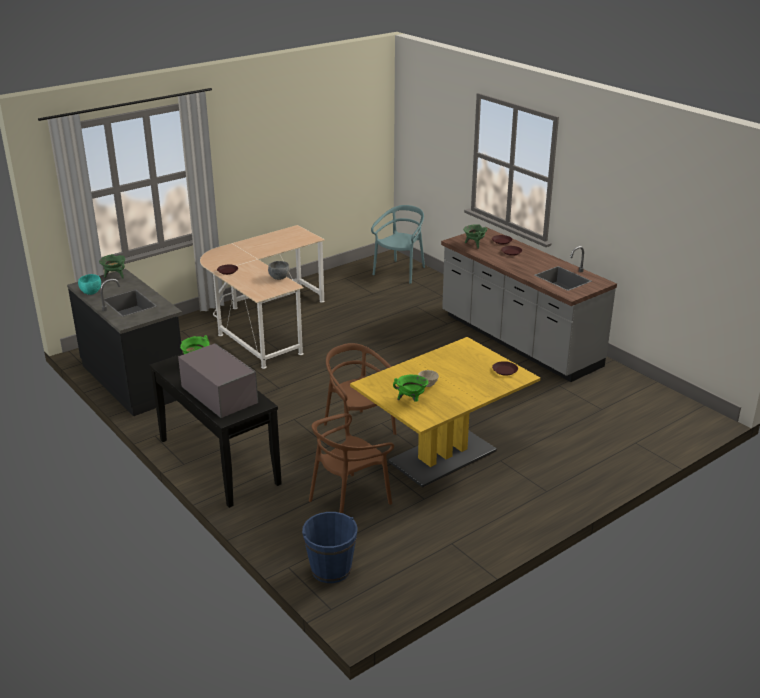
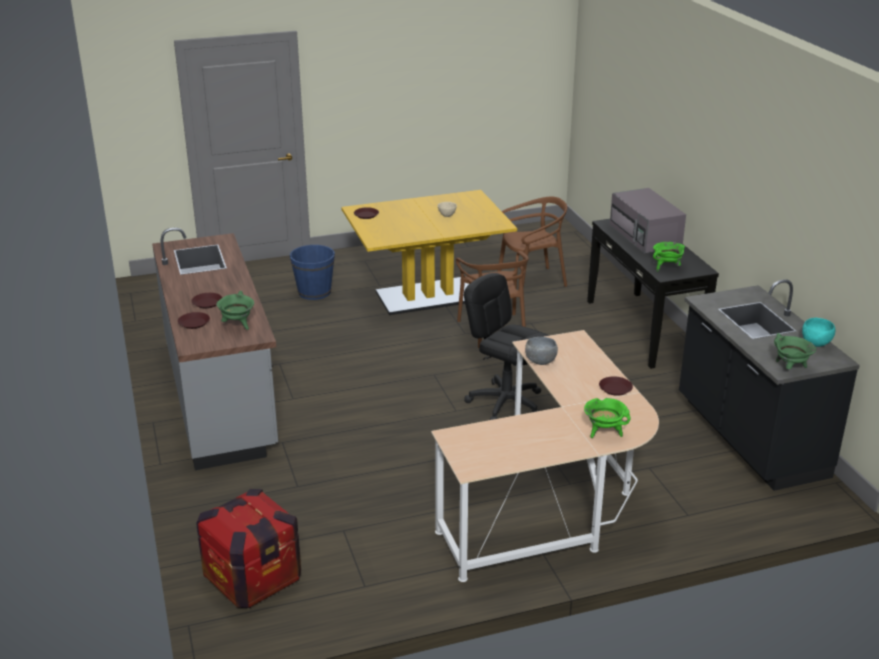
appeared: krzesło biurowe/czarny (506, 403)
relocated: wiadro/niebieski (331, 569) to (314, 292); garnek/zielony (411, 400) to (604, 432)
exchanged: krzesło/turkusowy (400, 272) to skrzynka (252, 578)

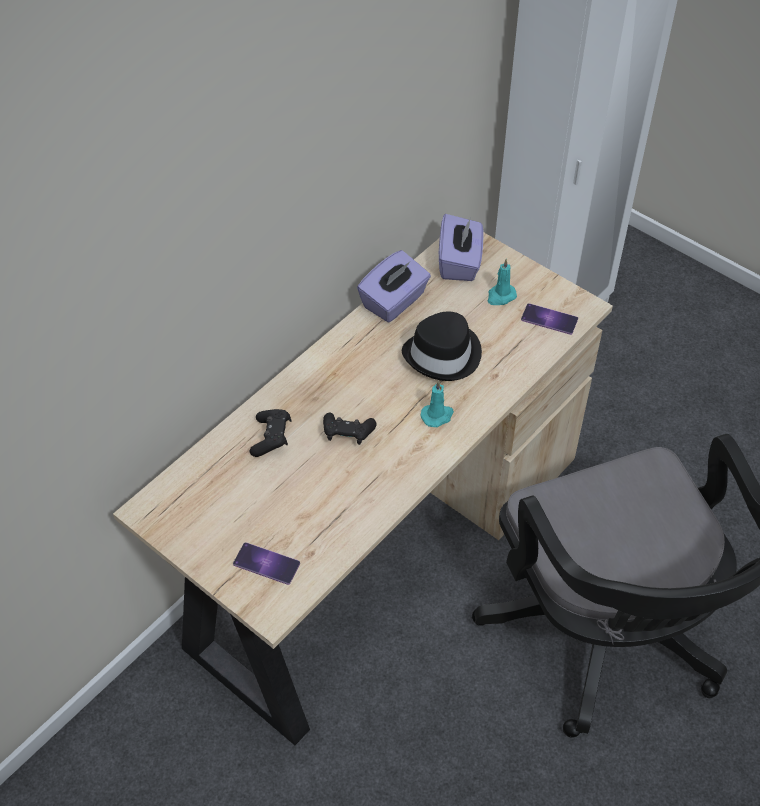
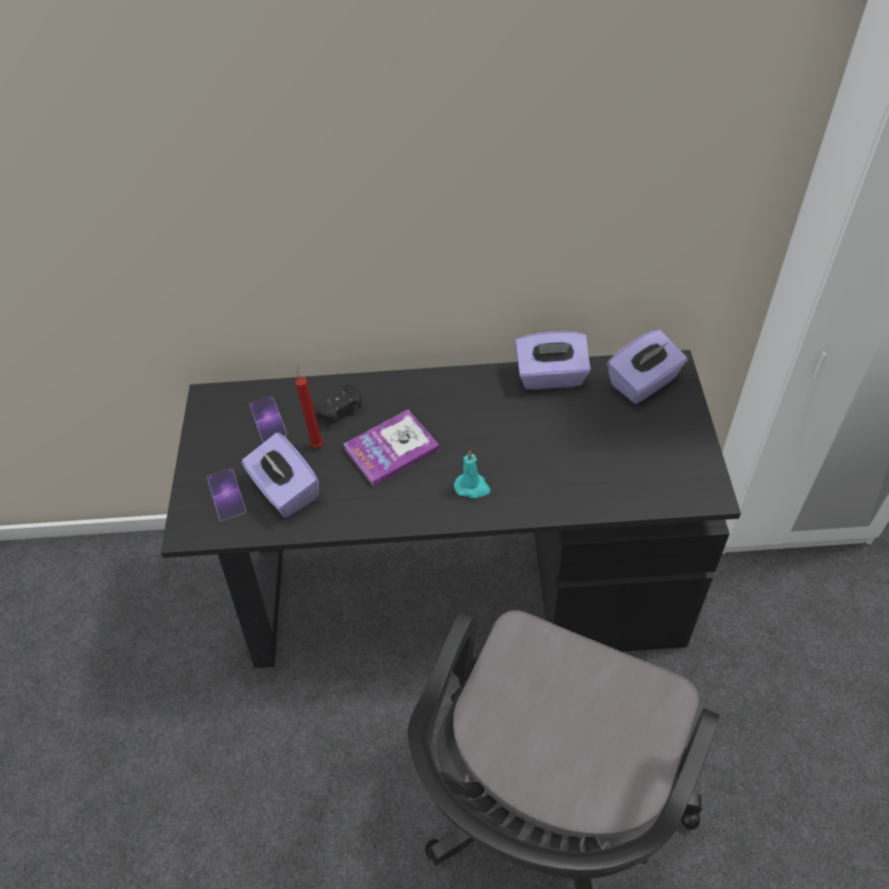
missing: kapelusz/czarny (444, 355); świeca/turkusowy (500, 296)
appeared: pudełko chusteczek/fioletowy (285, 490); świeca/czerwony (317, 444)
relocated: telefon (549, 319) to (268, 420)
exchanged: pad do gier/czarny (347, 434) to książka (391, 449)
colour: biurko/beżowy (378, 551) to biurko/czarny (455, 587)

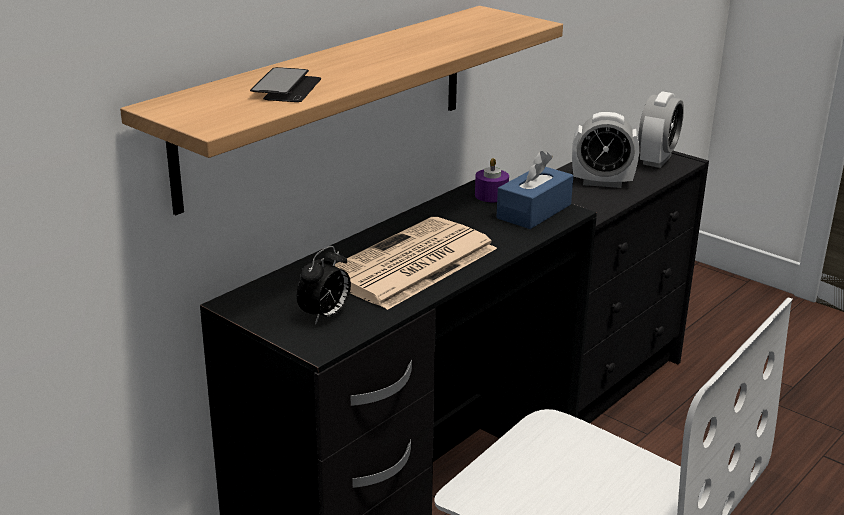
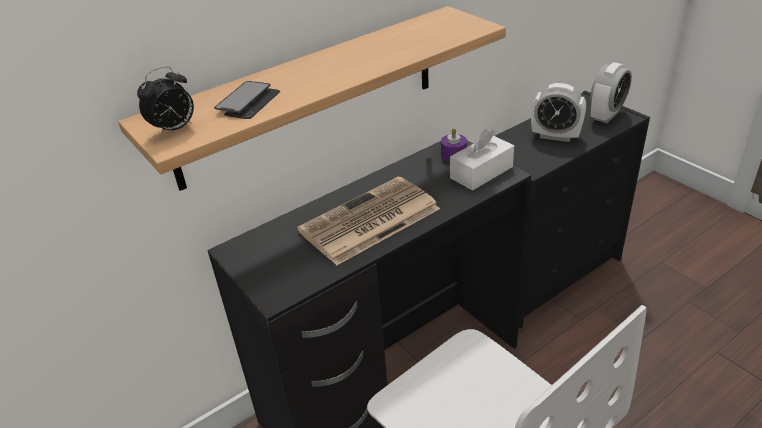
relocated: budzik (325, 316) to (174, 129)
colour: pudełko chusteczek/niebieski (534, 211) to pudełko chusteczek/biały (481, 172)

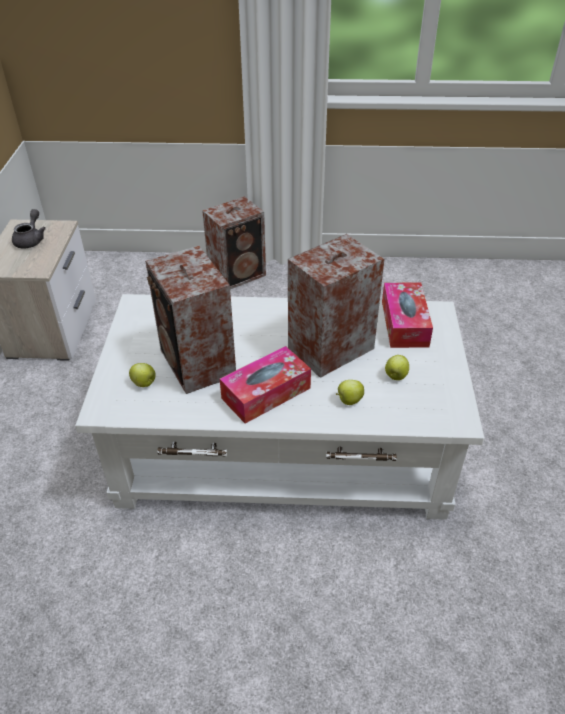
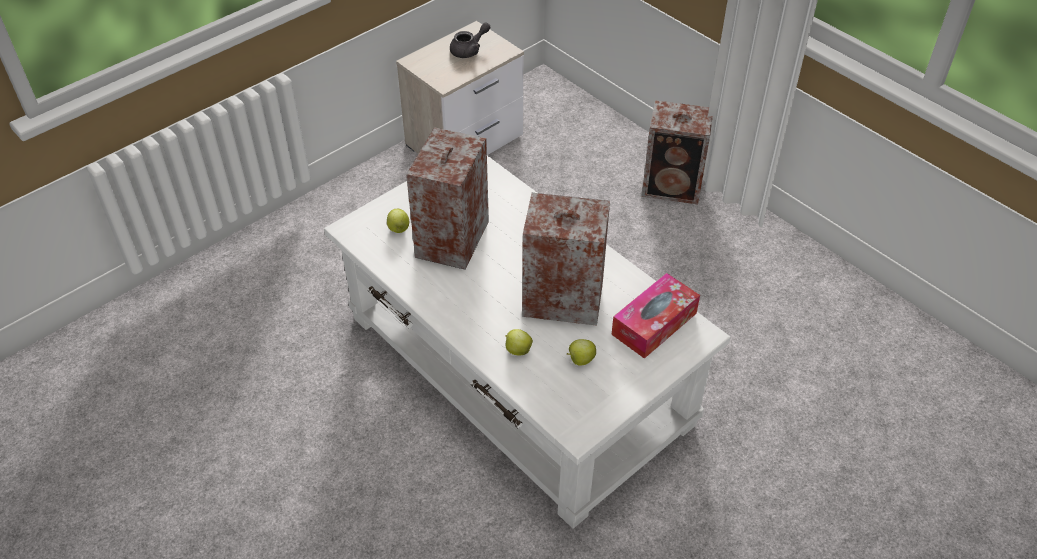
missing: pudełko chusteczek (266, 393)

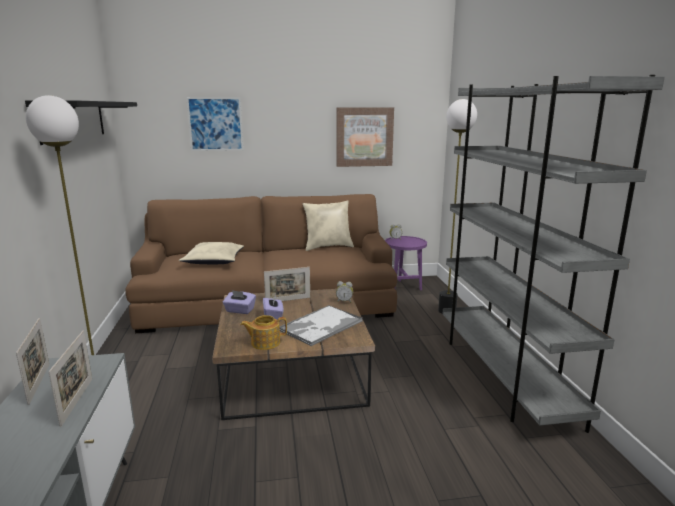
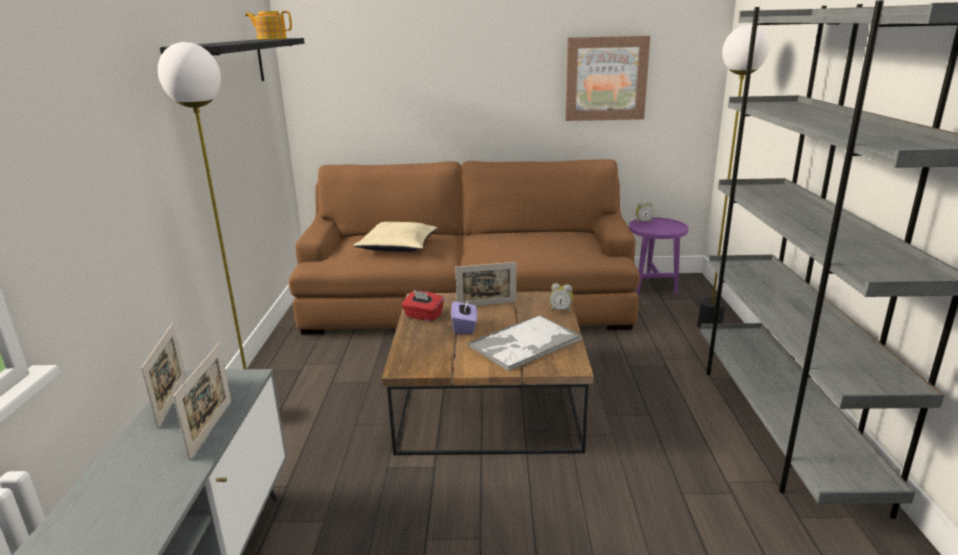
missing: obraz (215, 124); poduszka/beżowy (328, 247)
relocated: imbryk (265, 343) to (271, 39)
colour: pudełko chusteczek/fioletowy (239, 310) to pudełko chusteczek/czerwony (423, 316)

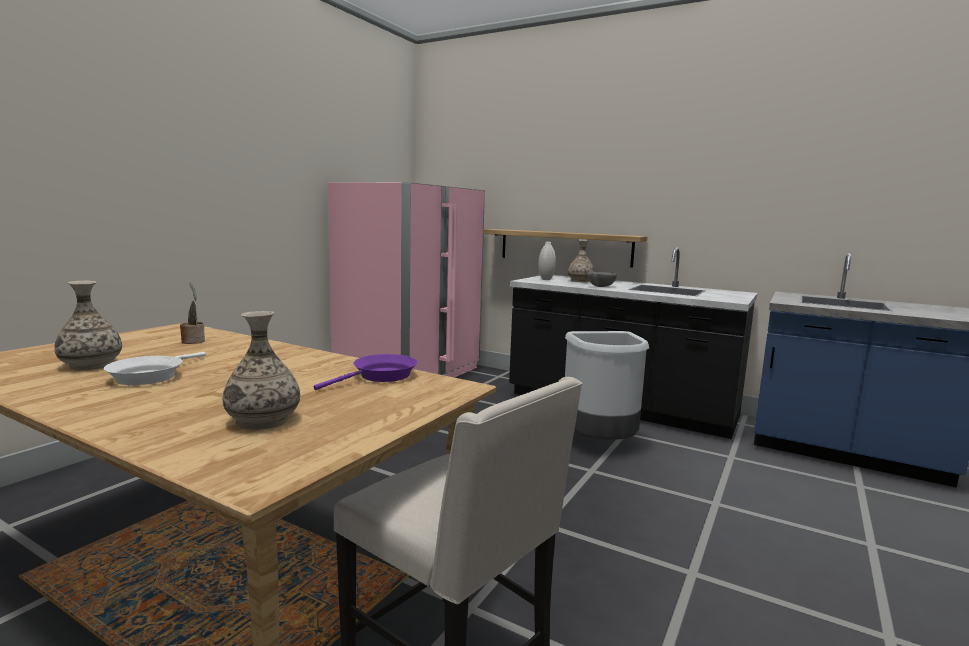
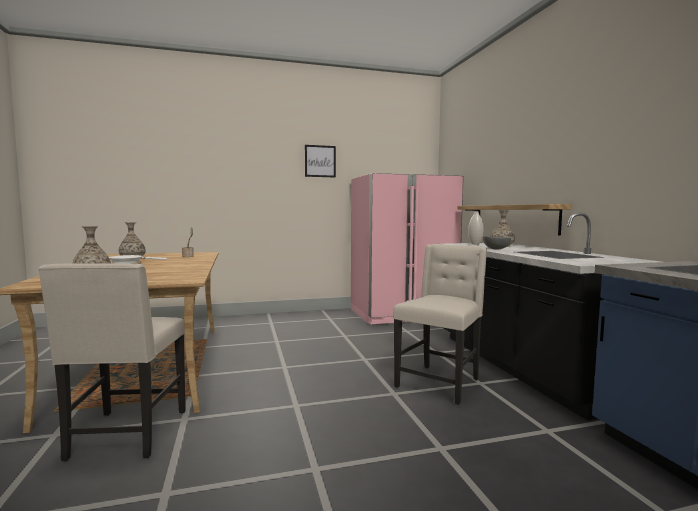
missing: patelnia/fioletowy (380, 376)
appeared: obraz (320, 161)
exchanged: kosz na śmieci/szary (600, 444) to krzesło/beżowy (439, 383)

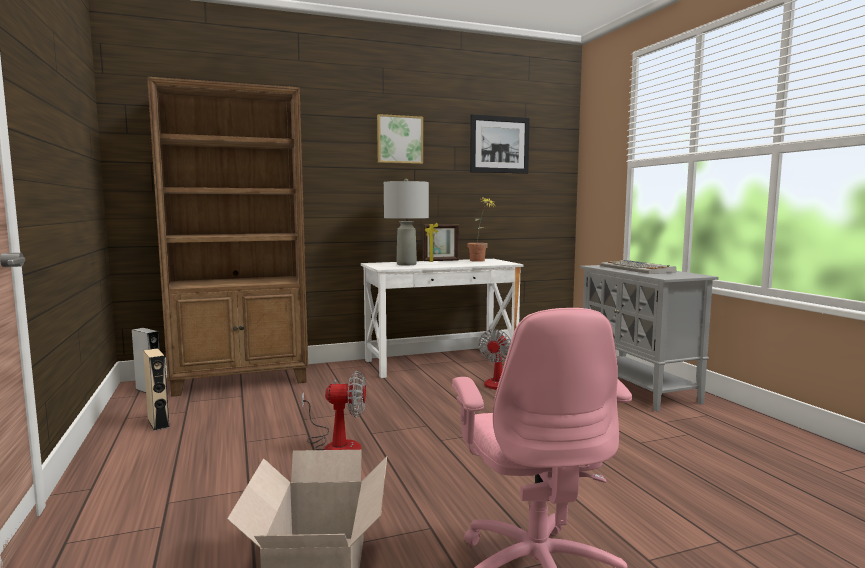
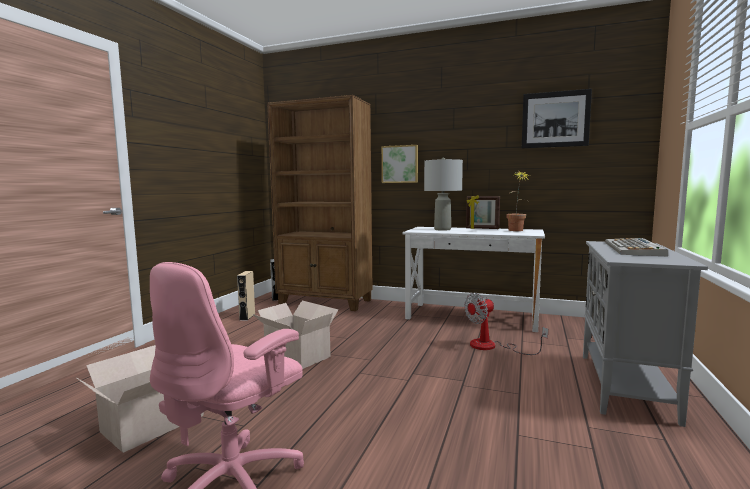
relocated: obraz (399, 139) to (400, 164)
exchanged: wentylator (336, 445) to karton (296, 355)

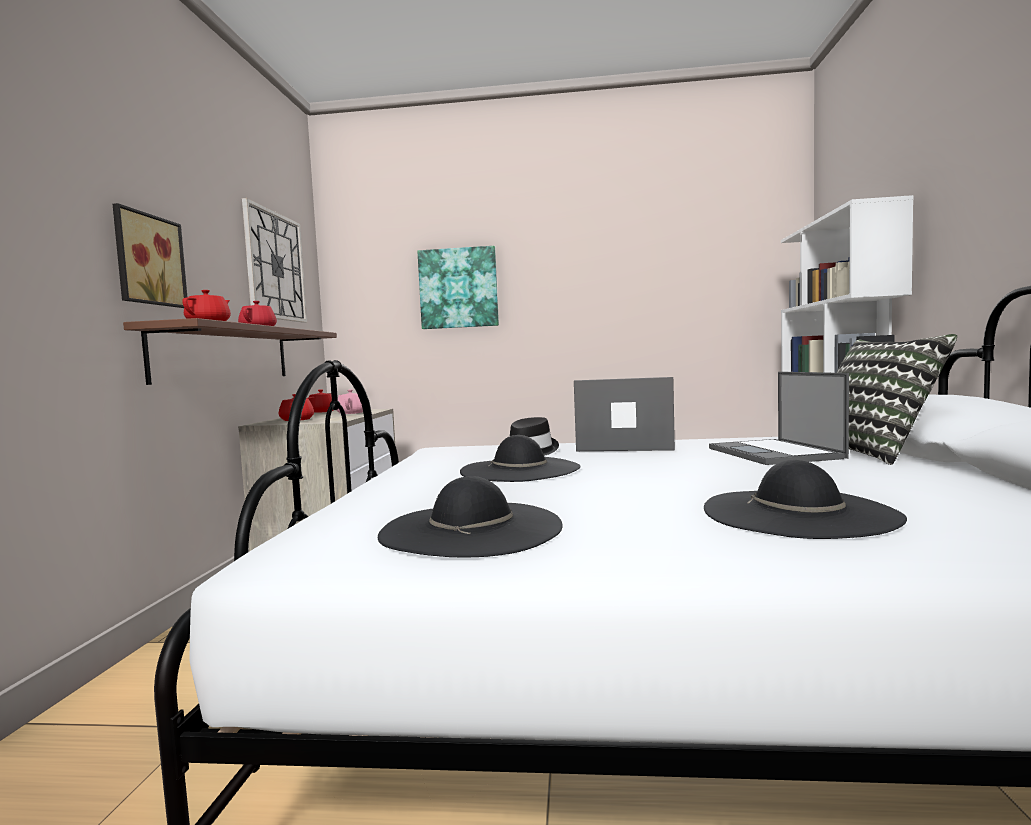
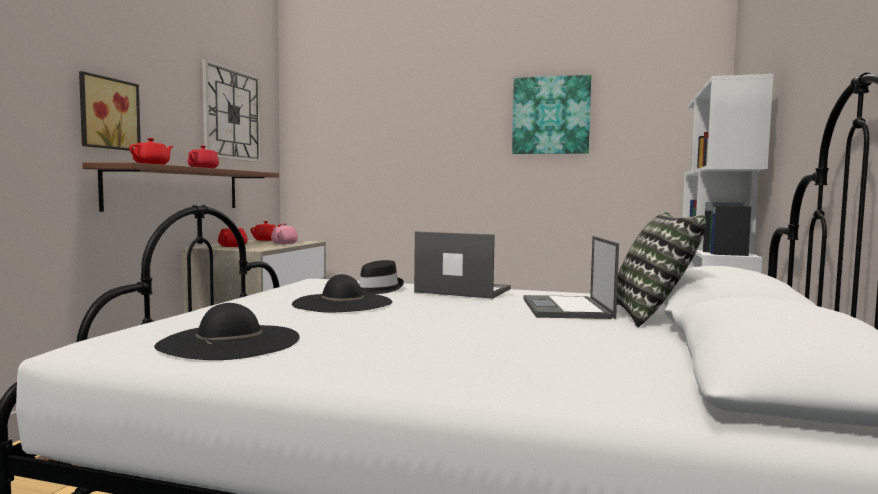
missing: kapelusz/czarny (798, 513)
relocated: obraz (458, 288) to (551, 115)

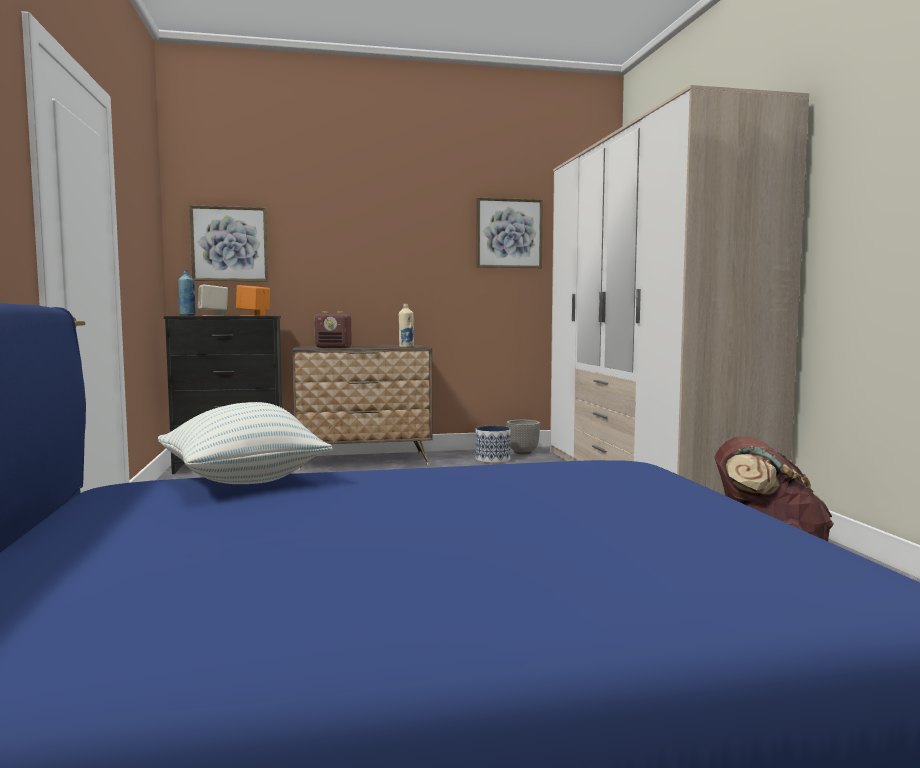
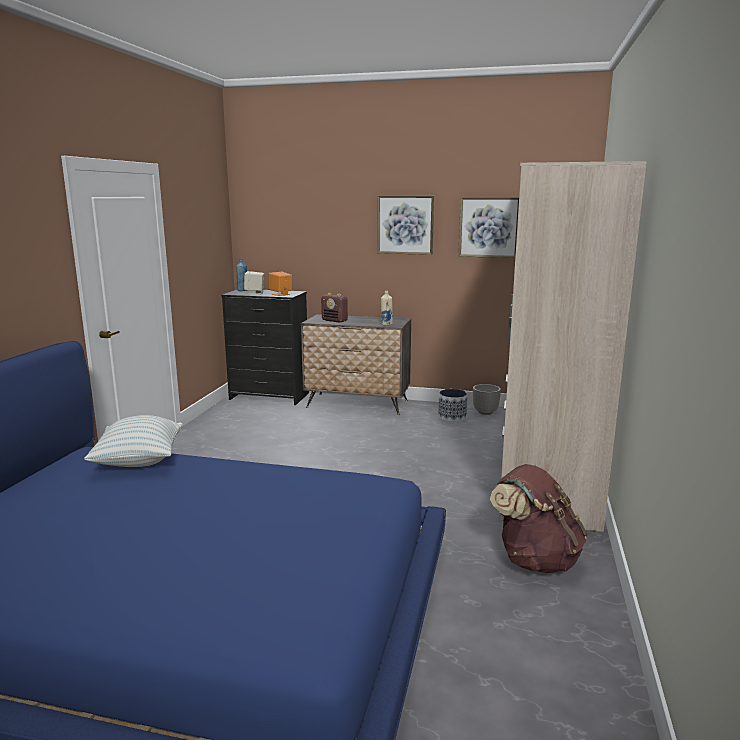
relocated: obraz (229, 244) to (405, 225)

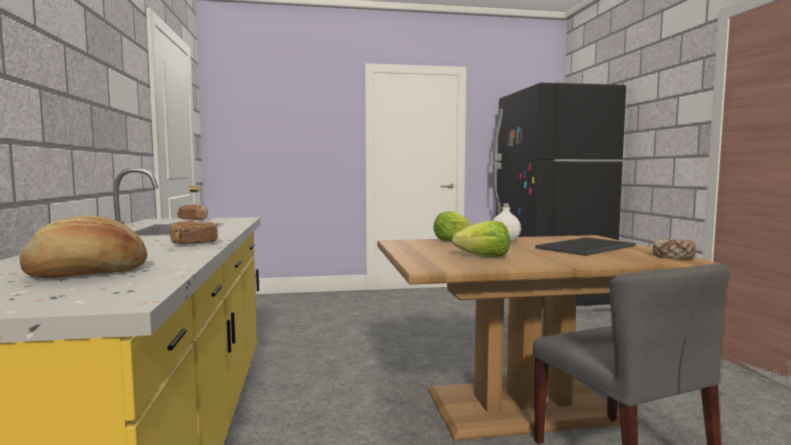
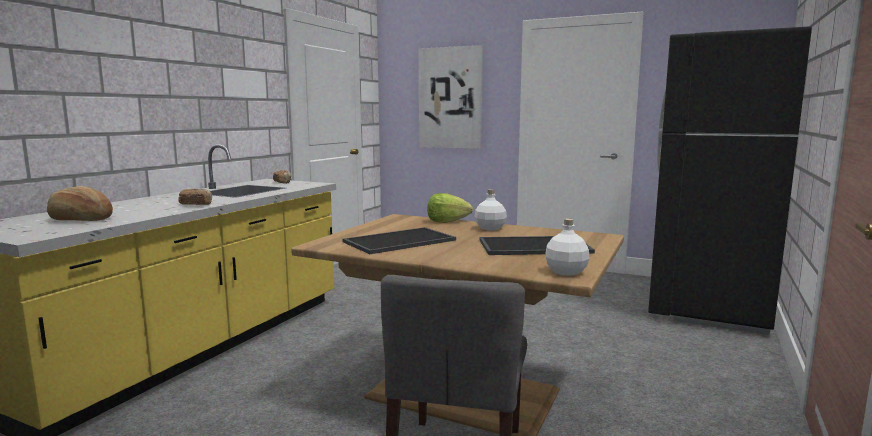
appeared: obraz (450, 98)
exchanged: sałata (484, 256) to taca (399, 241); chleb (673, 257) to butelka/biały (565, 272)

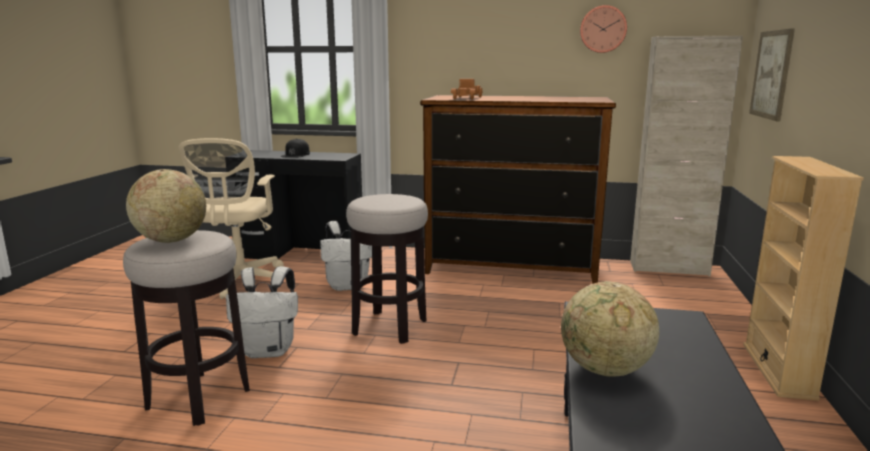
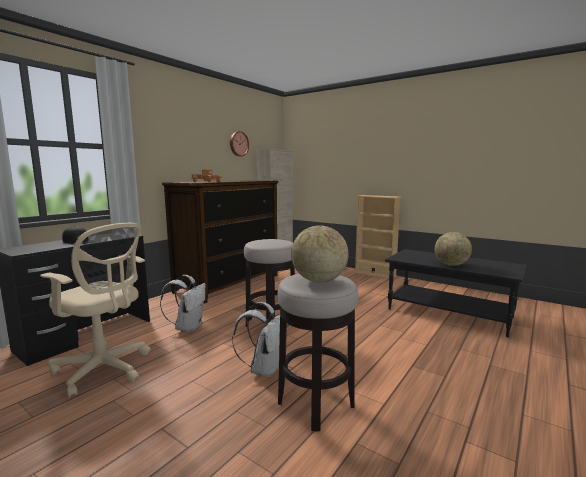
missing: obraz (771, 74)

